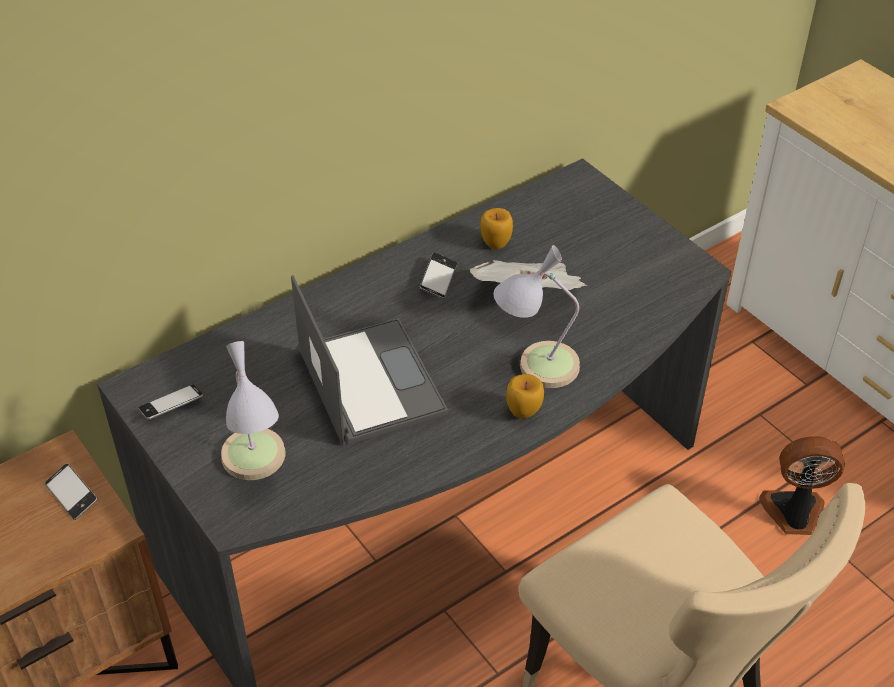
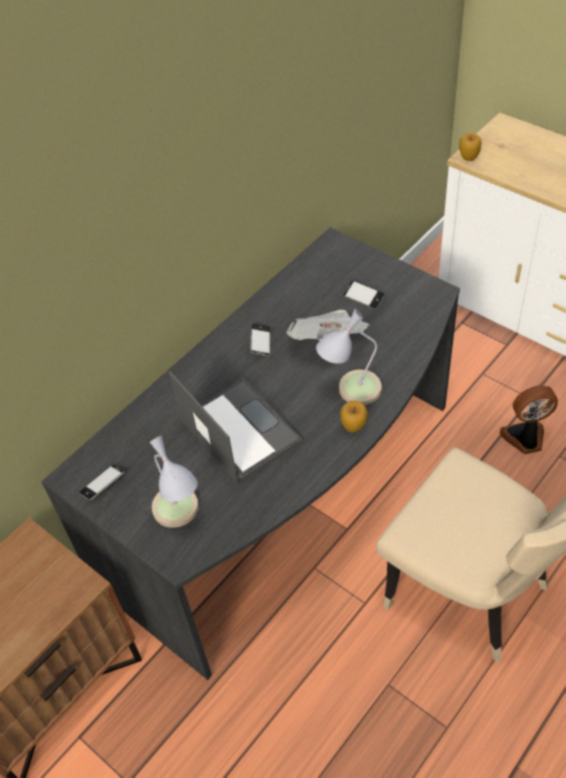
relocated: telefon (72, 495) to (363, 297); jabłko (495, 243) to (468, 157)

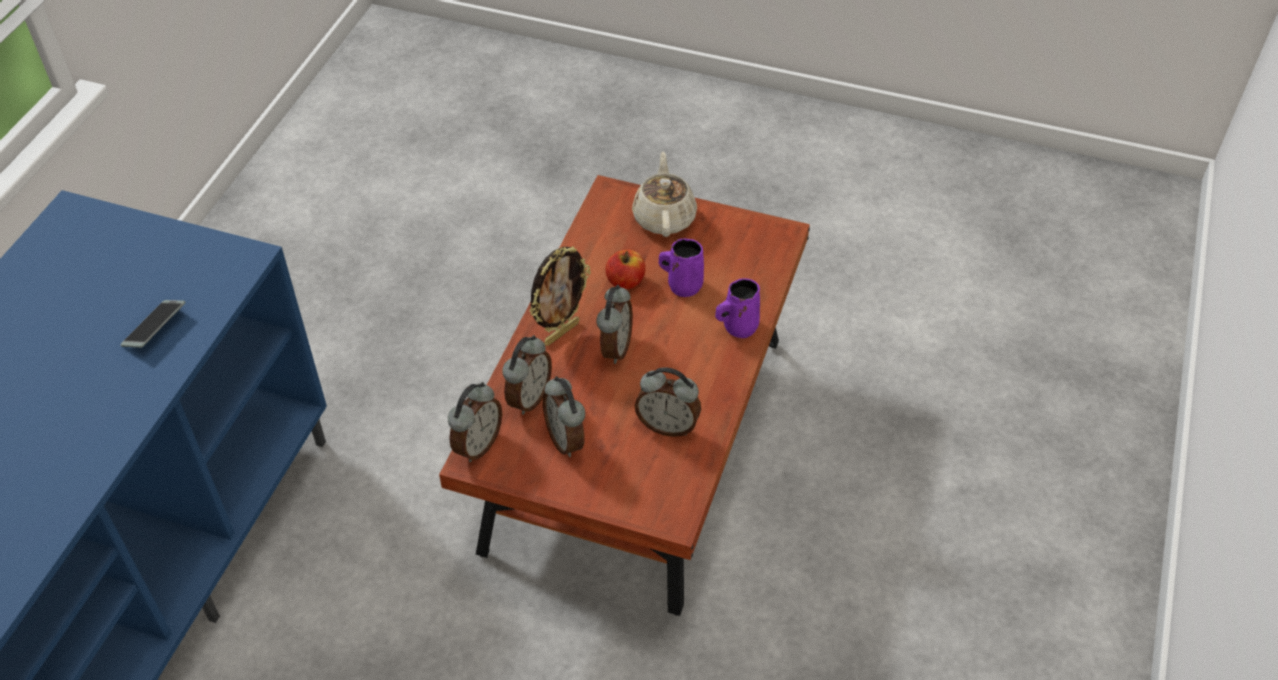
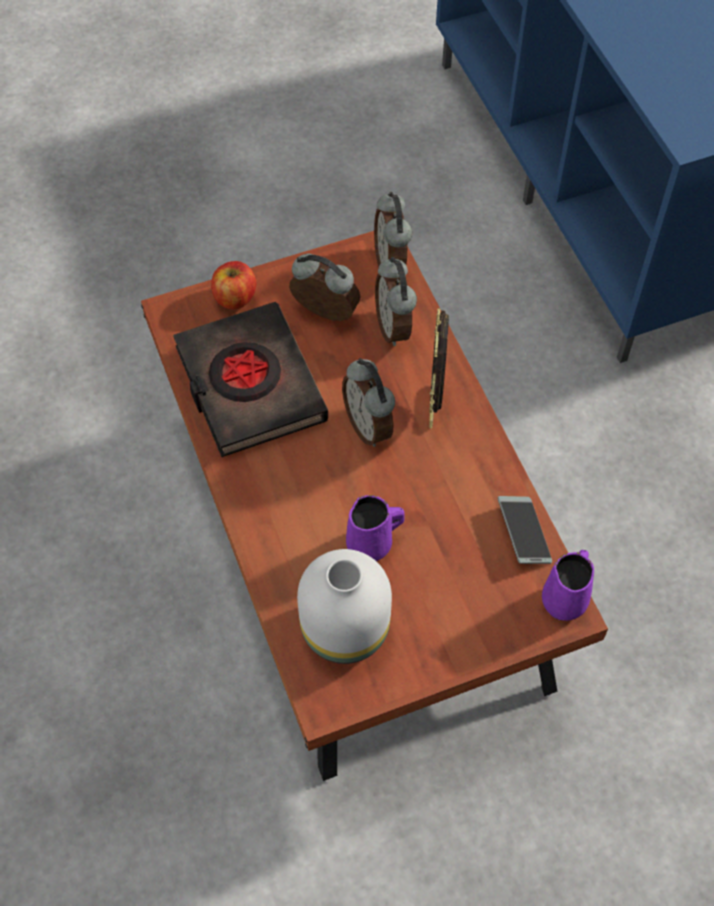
missing: imbryk/beżowy (664, 217)
appeared: wazon/biały (346, 627)
relocated: jabłko (625, 281) to (235, 297); telefon (155, 328) to (523, 533); kubek/fioletowy (738, 327) to (565, 599)
exchanged: budzik (668, 425) to książka/czarny (249, 385)

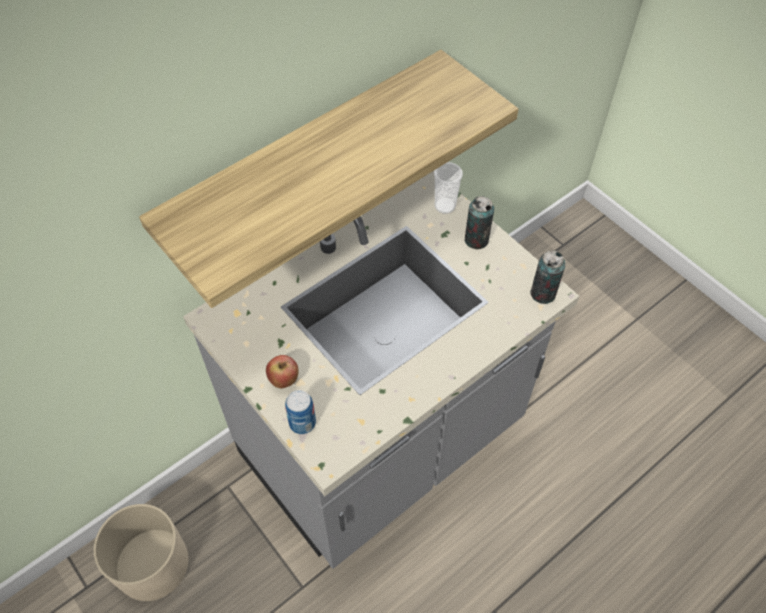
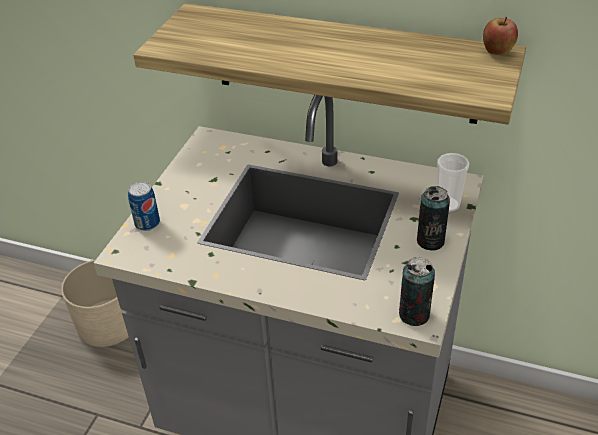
relocated: jabłko (284, 380) to (497, 53)

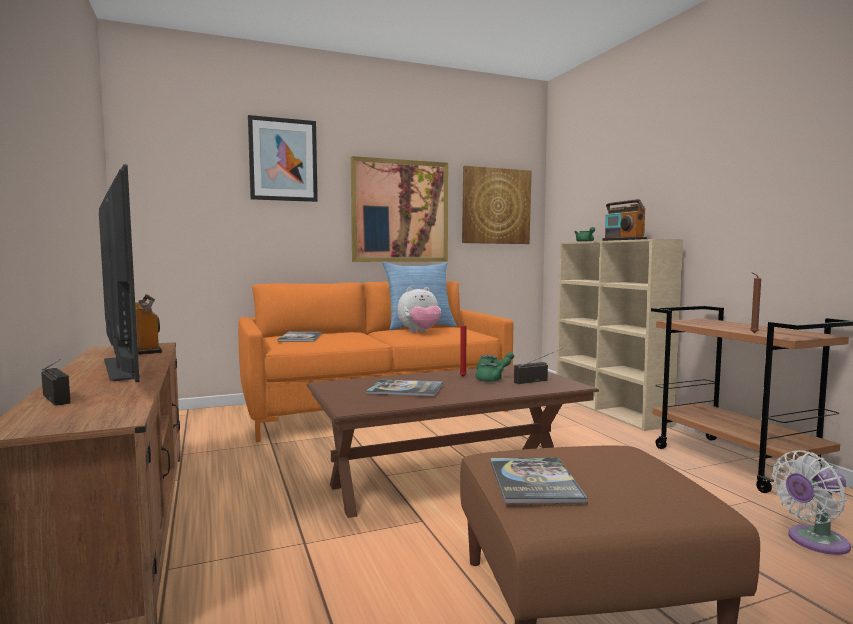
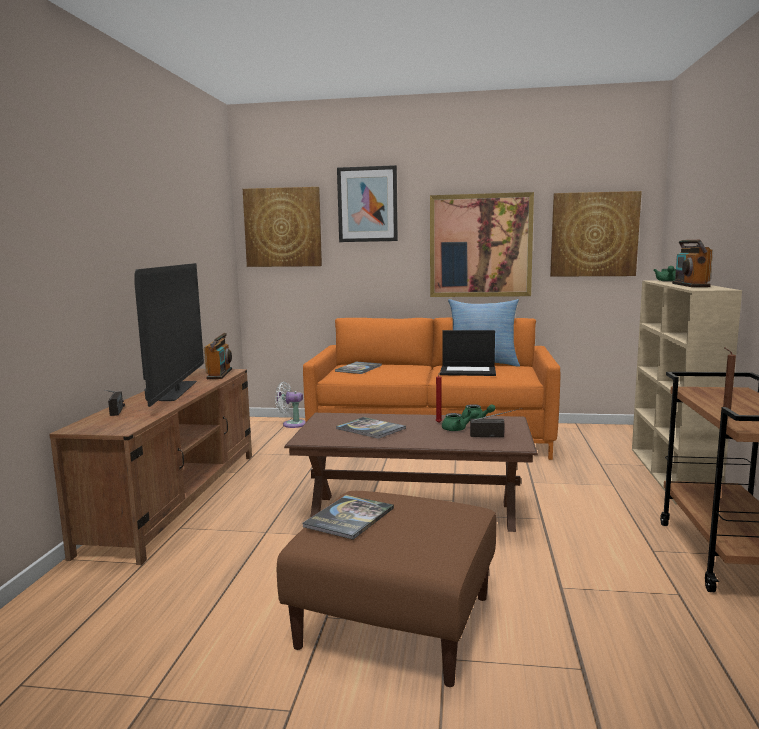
appeared: obraz (283, 227)
relocated: wentylator/biały (813, 542) to (292, 424)
exchanged: pluszak (420, 332) to laptop (468, 371)

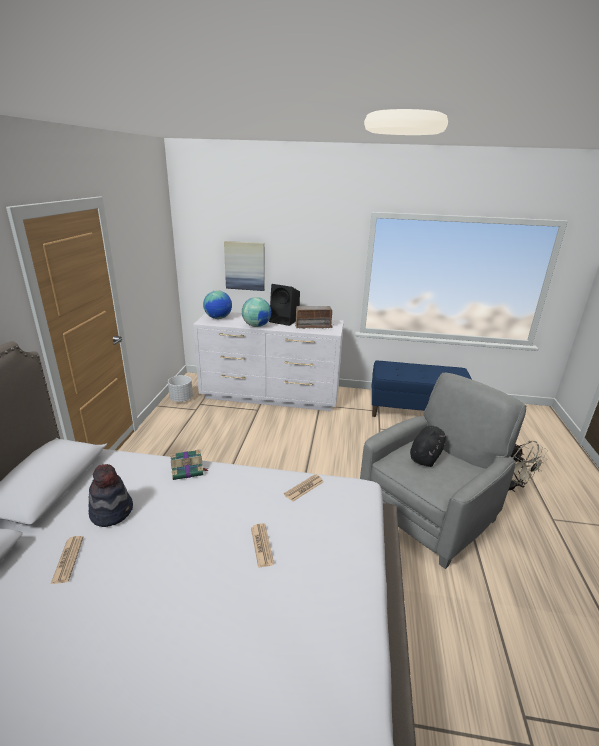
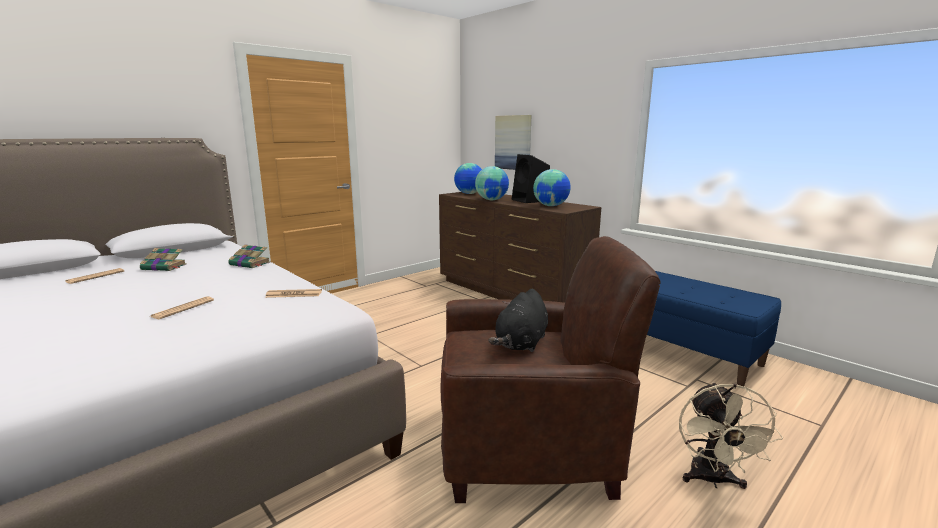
missing: donica/biały (181, 399)
exchanged: kapelusz (112, 511) to książka (165, 267); radio (313, 326) to globus (551, 206)
colour: komoda/biały (271, 396) to komoda/brązowy (510, 293); fotel/szary (428, 512) to fotel/brązowy (528, 444)
spun: pluszak/czarny (426, 456) = (521, 343) 135 degrees clockwise

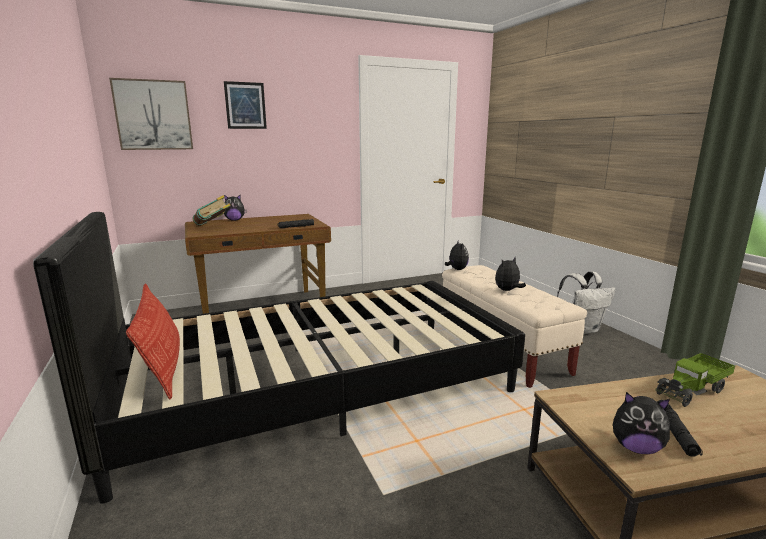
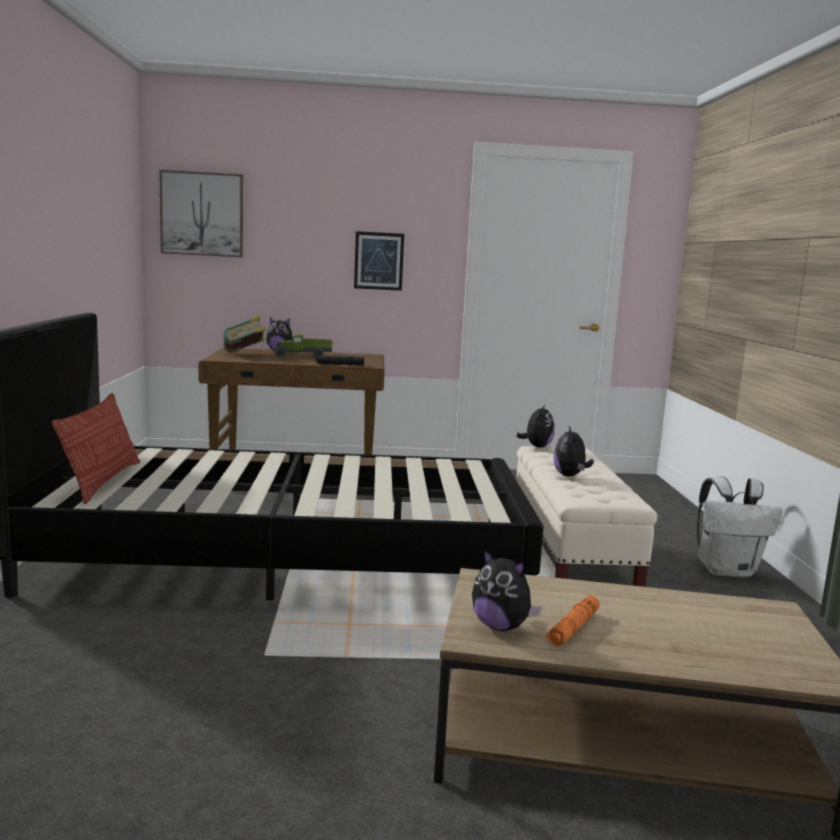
relocated: ciężarówka zabawkowa (692, 391) to (303, 357); obraz (245, 105) to (379, 261)
colour: latarka/czarny (675, 433) to latarka/pomarańczowy (573, 628)
spun: pluszak (507, 290) = (570, 476) 75 degrees counterclockwise

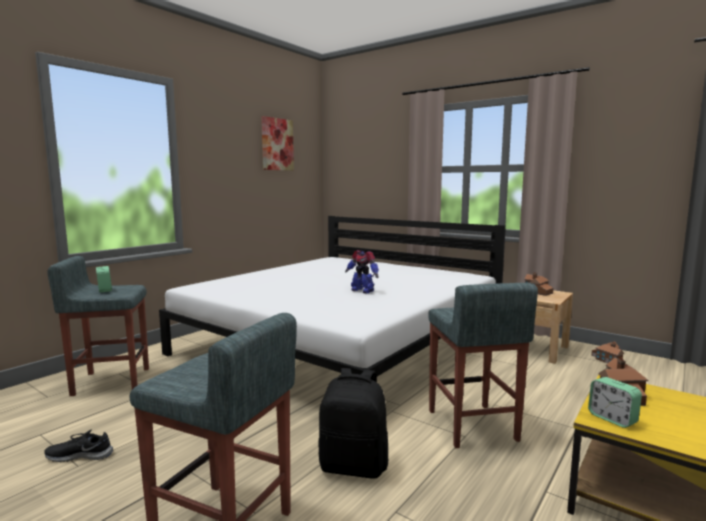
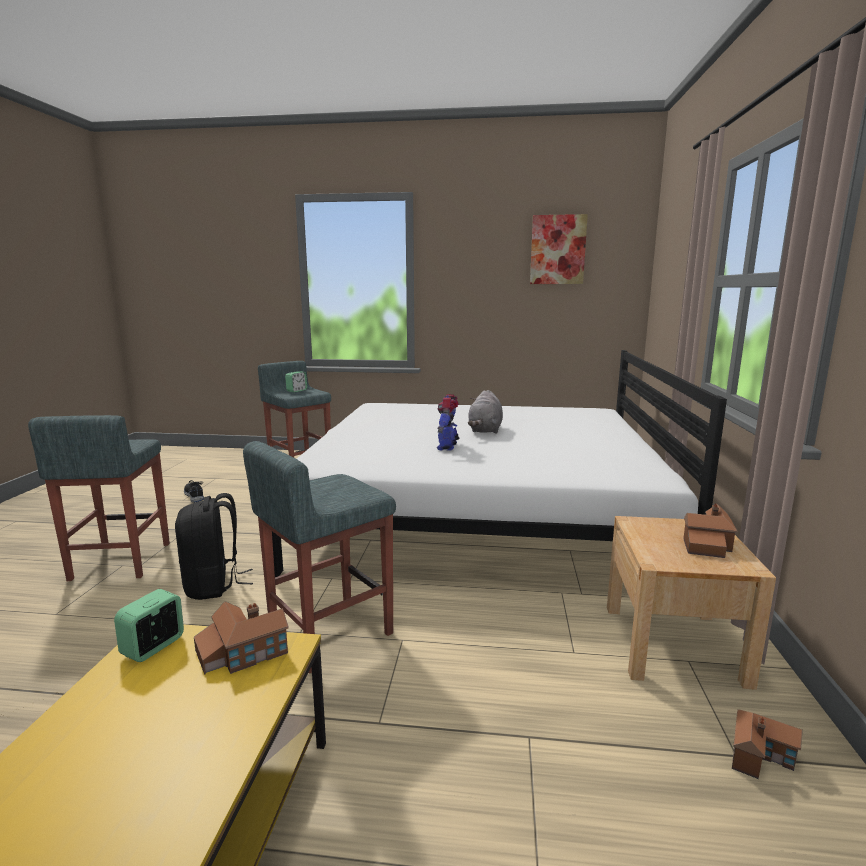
appeared: pluszak/szary (485, 430)

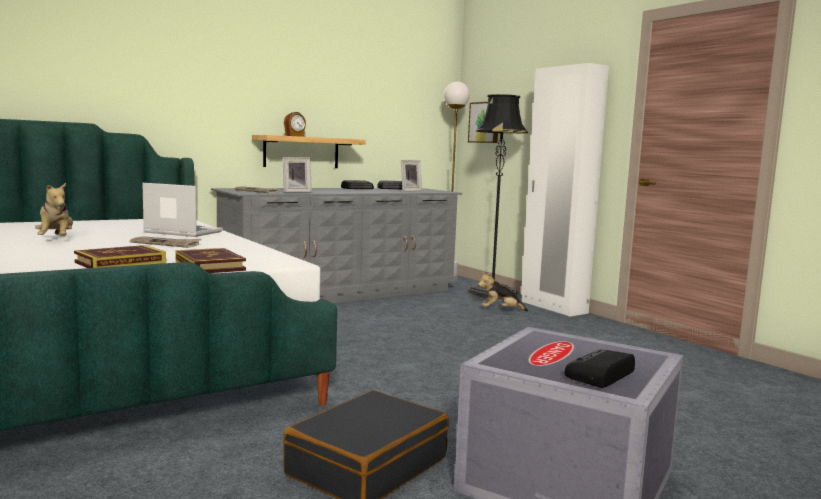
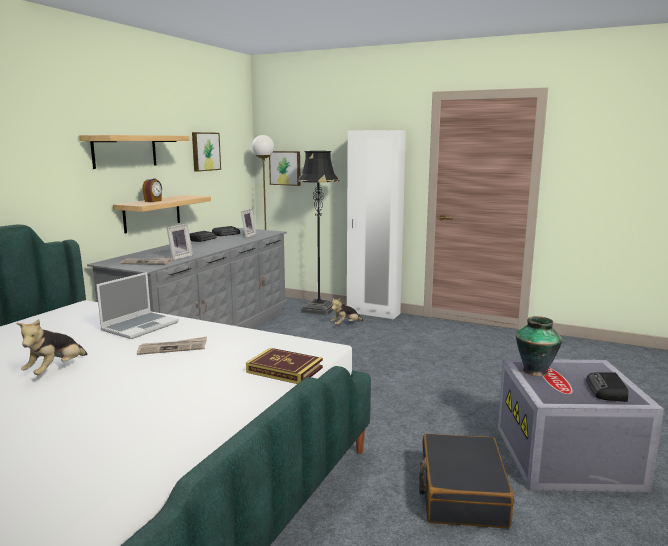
missing: książka (120, 263)
appeared: półka (125, 151); obraz (205, 151); wazon (534, 370)
spun: pluszak (56, 240) = (56, 370) 75 degrees clockwise; laptop (182, 232) = (140, 326) 135 degrees clockwise

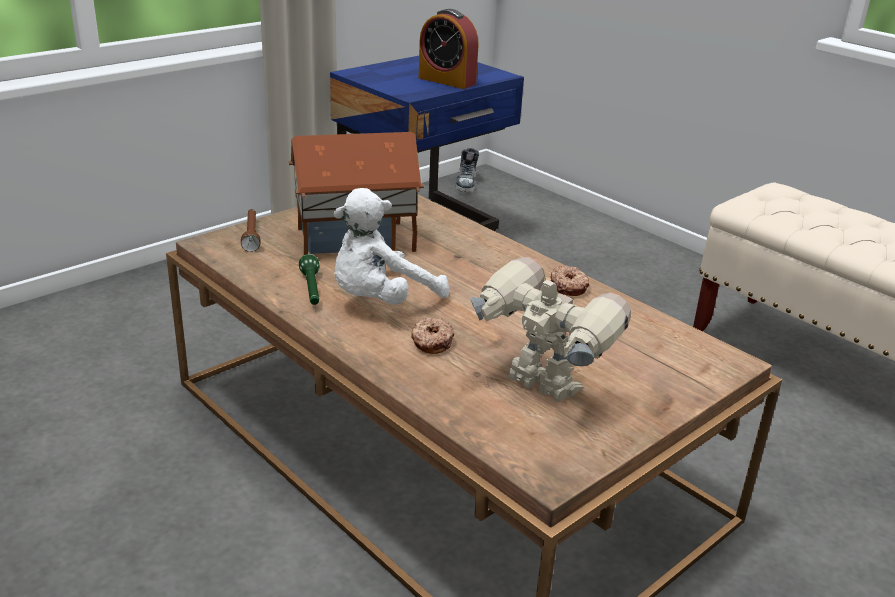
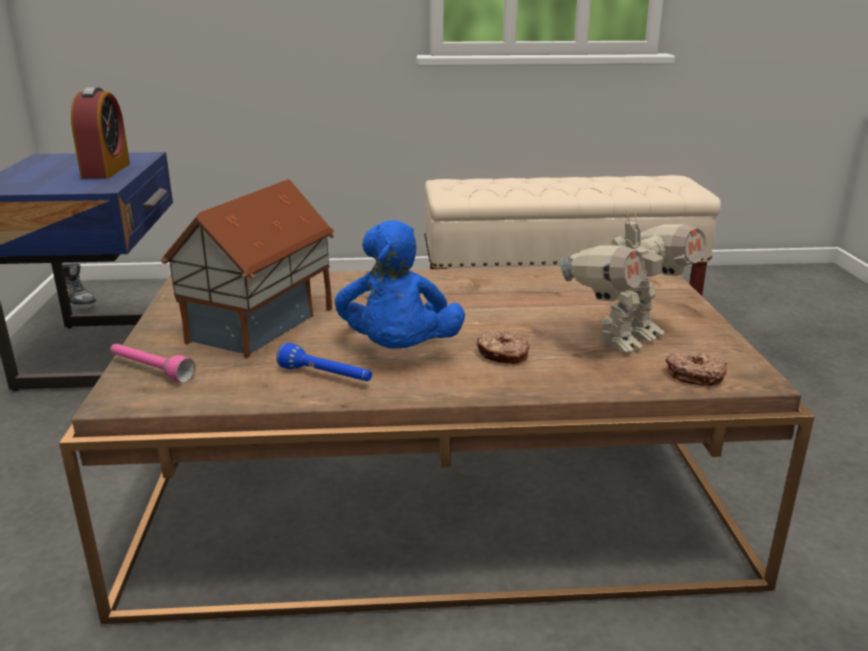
relocated: donut (569, 287) to (694, 375)
colour: latarka/brązowy (251, 235) to latarka/różowy (150, 370); latarka/zielony (311, 290) to latarka/niebieski (326, 376); pluszak/biały (381, 301) to pluszak/niebieski (398, 352)
spun: budzik (447, 81) = (106, 170) 75 degrees counterclockwise; robot zabawkowy (540, 388) = (625, 339) 150 degrees clockwise

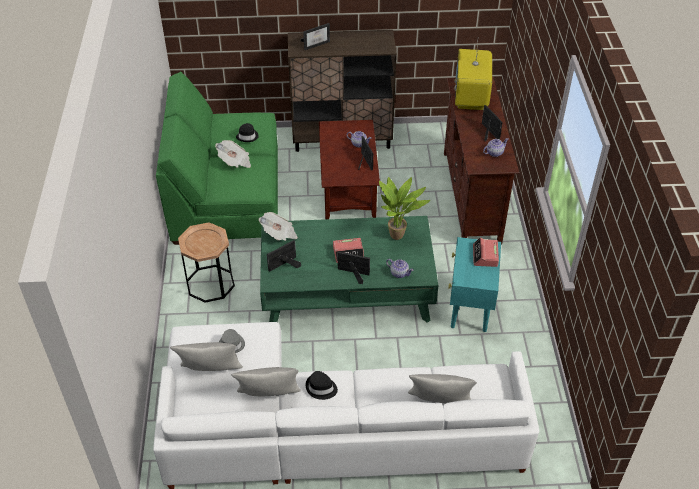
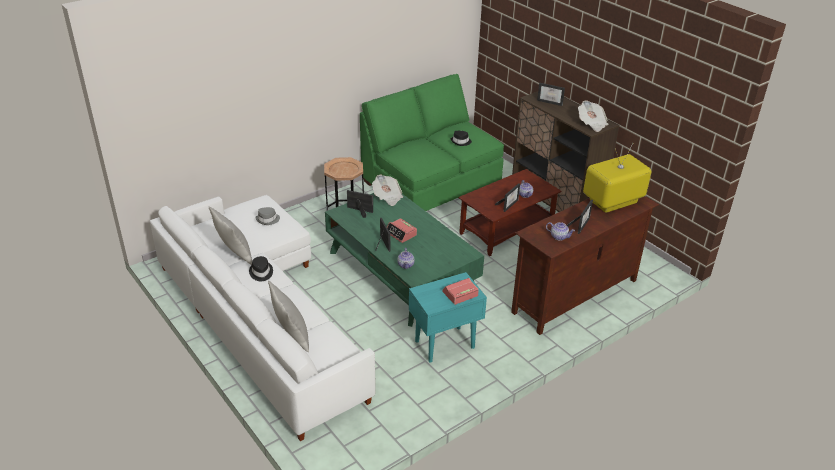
missing: poduszka/szary (210, 374); roślina doniczkowa (399, 235)
relocated: gazeta (235, 162) to (591, 124)

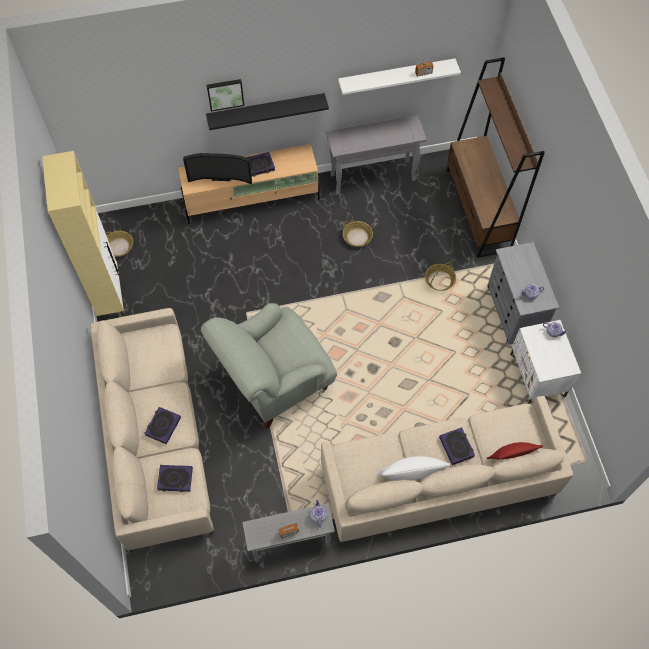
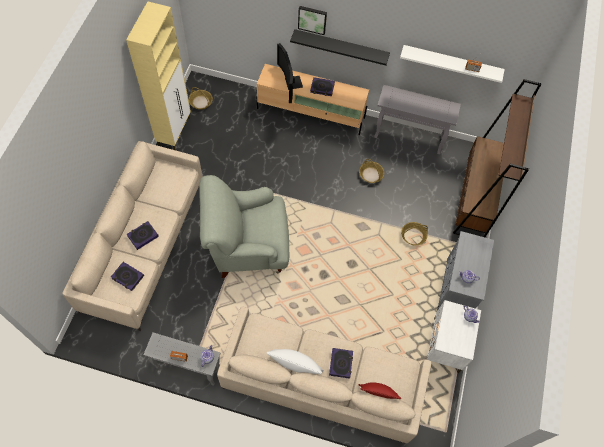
spun: telewizor (221, 176) = (290, 83) 45 degrees clockwise

